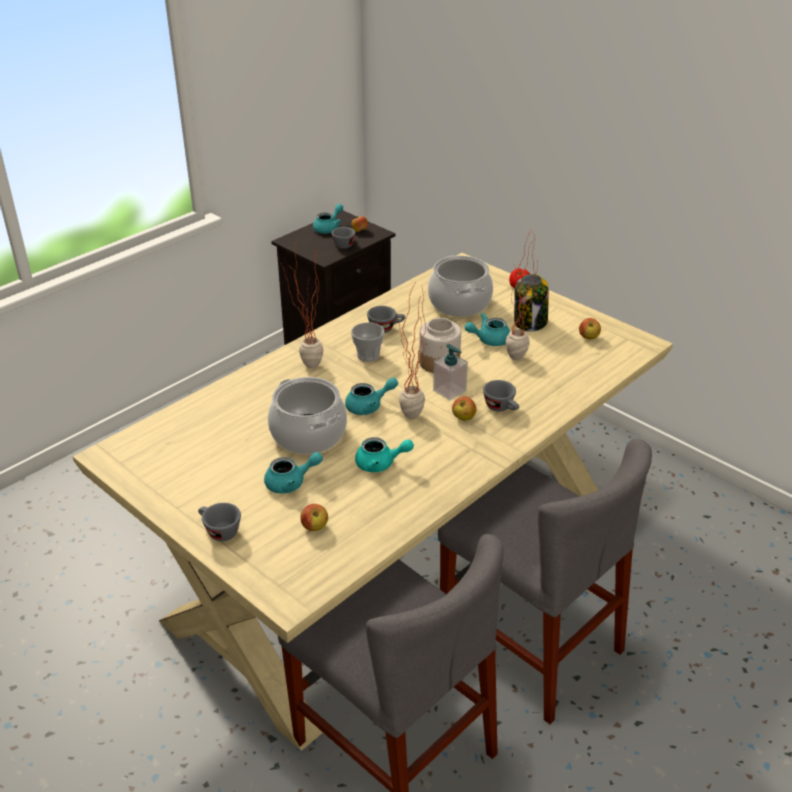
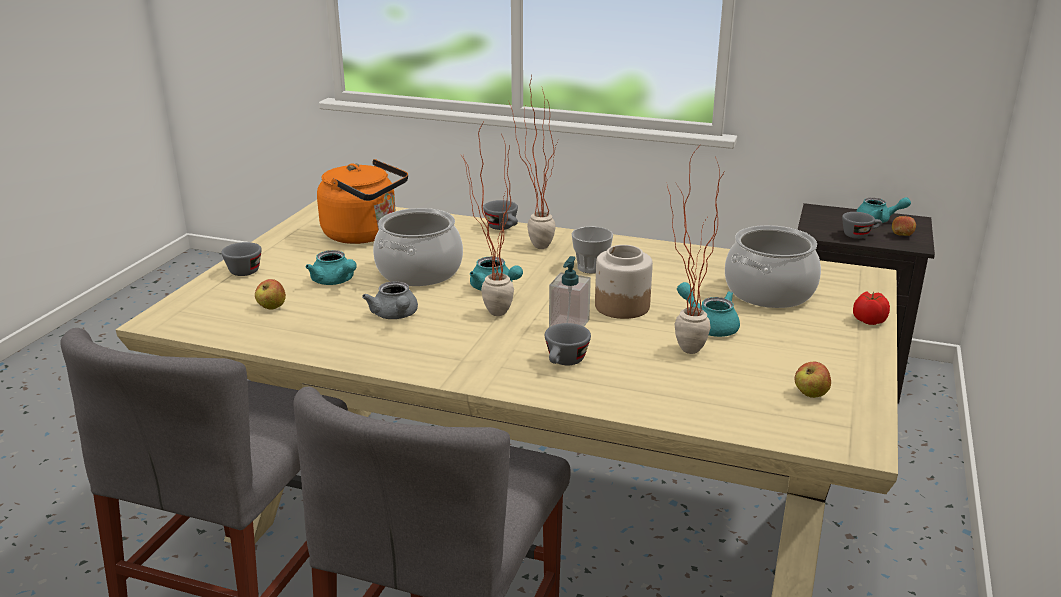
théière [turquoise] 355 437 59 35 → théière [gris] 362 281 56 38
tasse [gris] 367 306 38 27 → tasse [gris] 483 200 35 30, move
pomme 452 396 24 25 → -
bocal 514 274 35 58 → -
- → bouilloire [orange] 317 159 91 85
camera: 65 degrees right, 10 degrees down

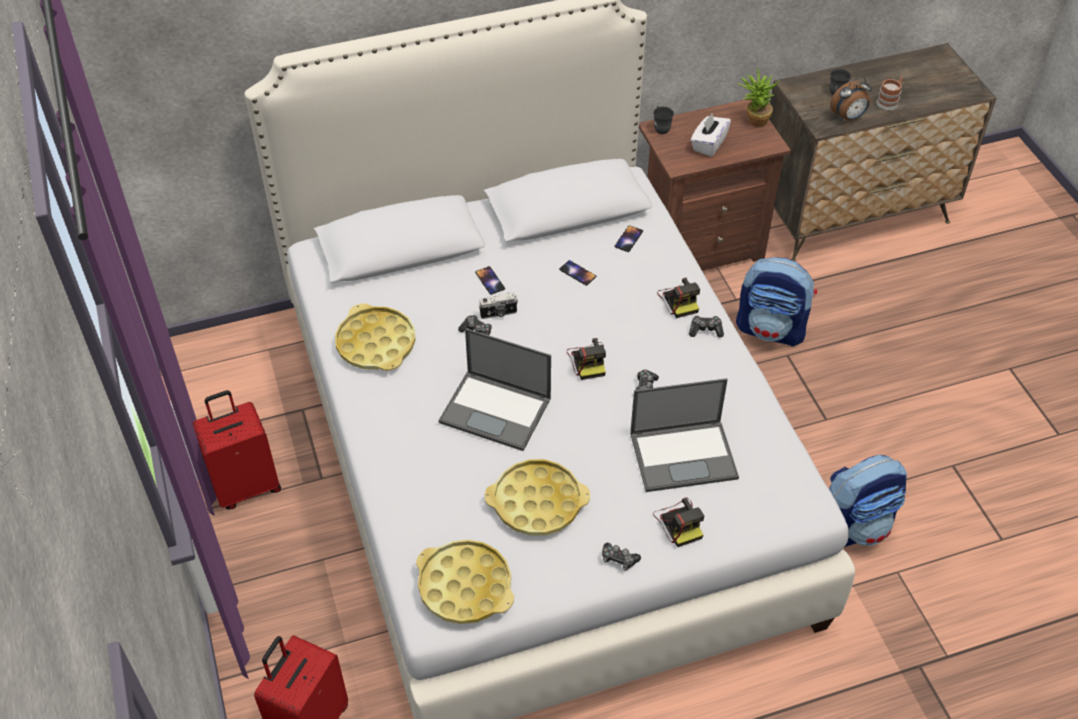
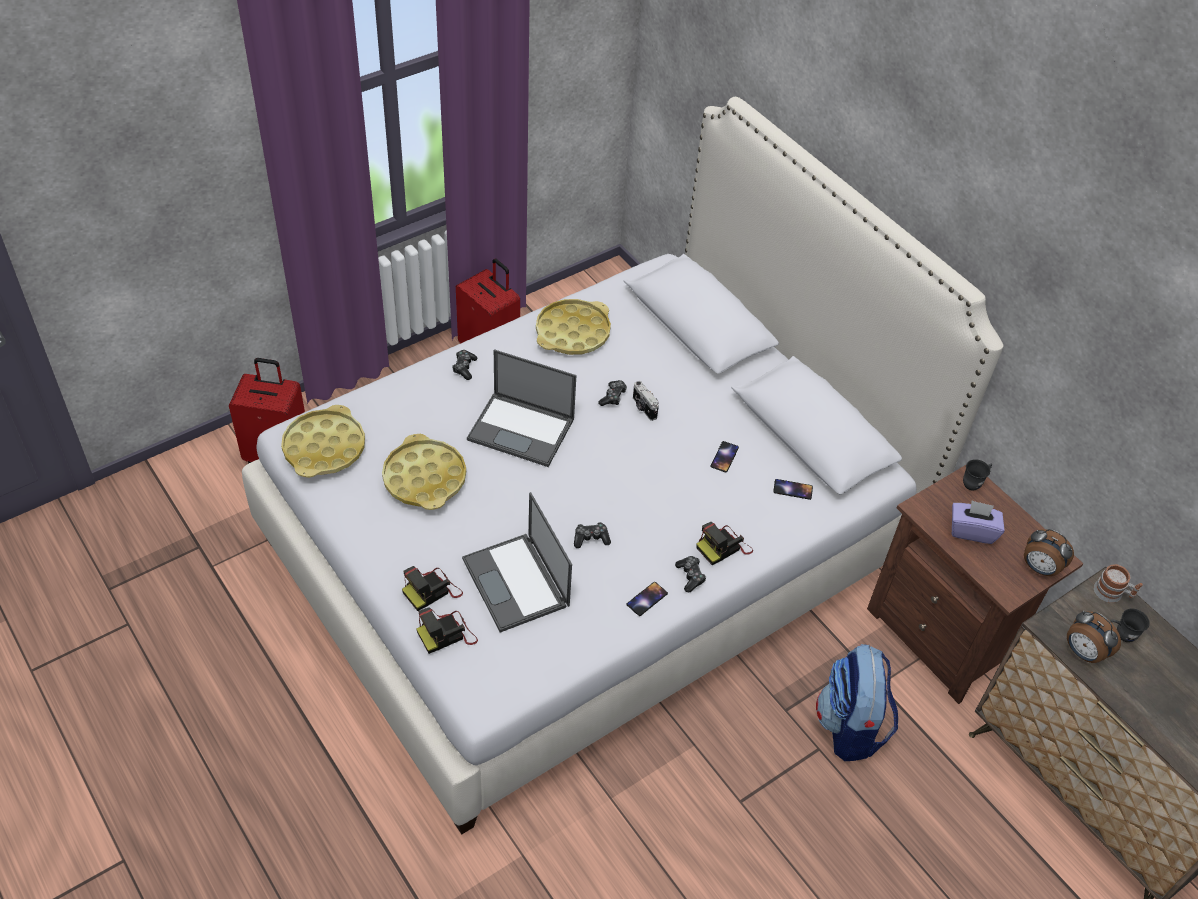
ordinateur portable 439 328 112 123 → ordinateur portable 467 349 109 118, 75 degrees counterclockwise
téléphone 475 266 30 29 → téléphone 626 582 42 34, move
appareil photo 567 338 39 42 → appareil photo 417 607 61 47, move
manette 602 543 39 28 → manette 452 350 25 30, move
boîte à mouchoirs [blanc] 691 112 40 45 → boîte à mouchoirs [violet] 952 500 53 44
plante en pot 737 67 43 60 → réveil 1024 529 50 47
sac à dos 829 455 78 92 → -
mug 876 77 27 33 → mug 1094 564 49 39, move
camera: 70 degrees right, 0 degrees up

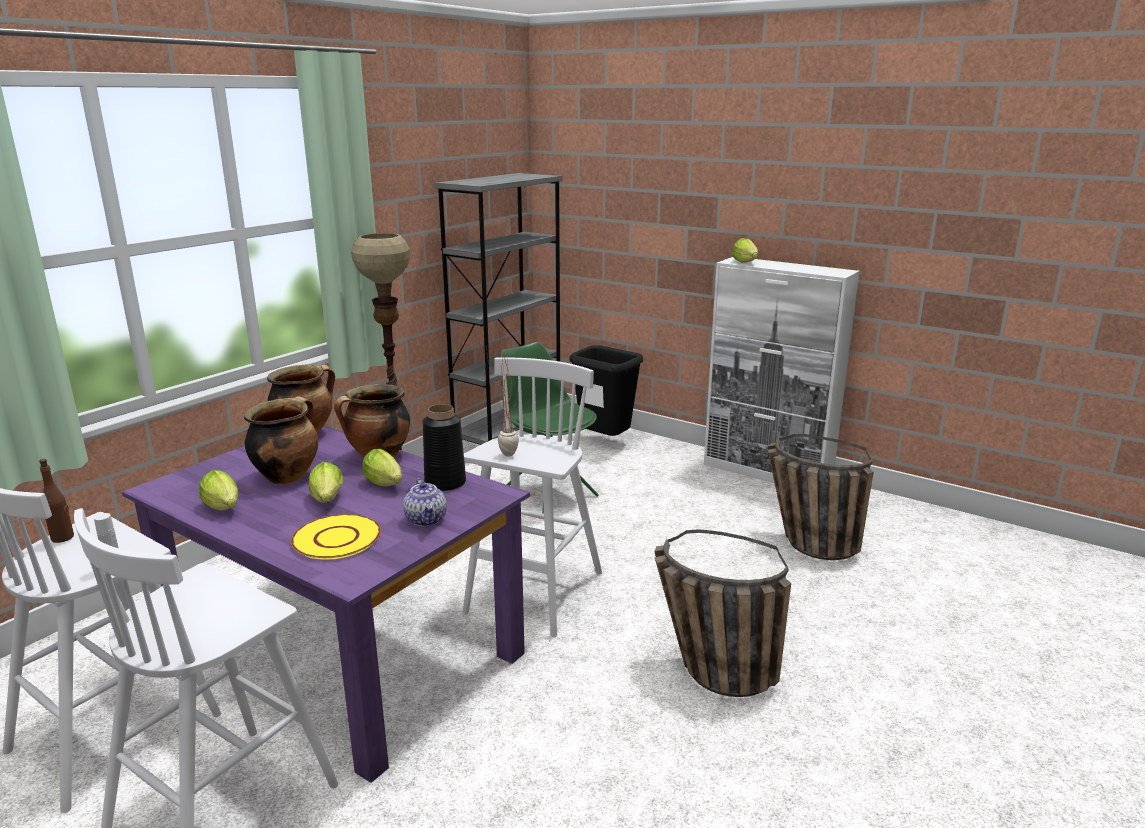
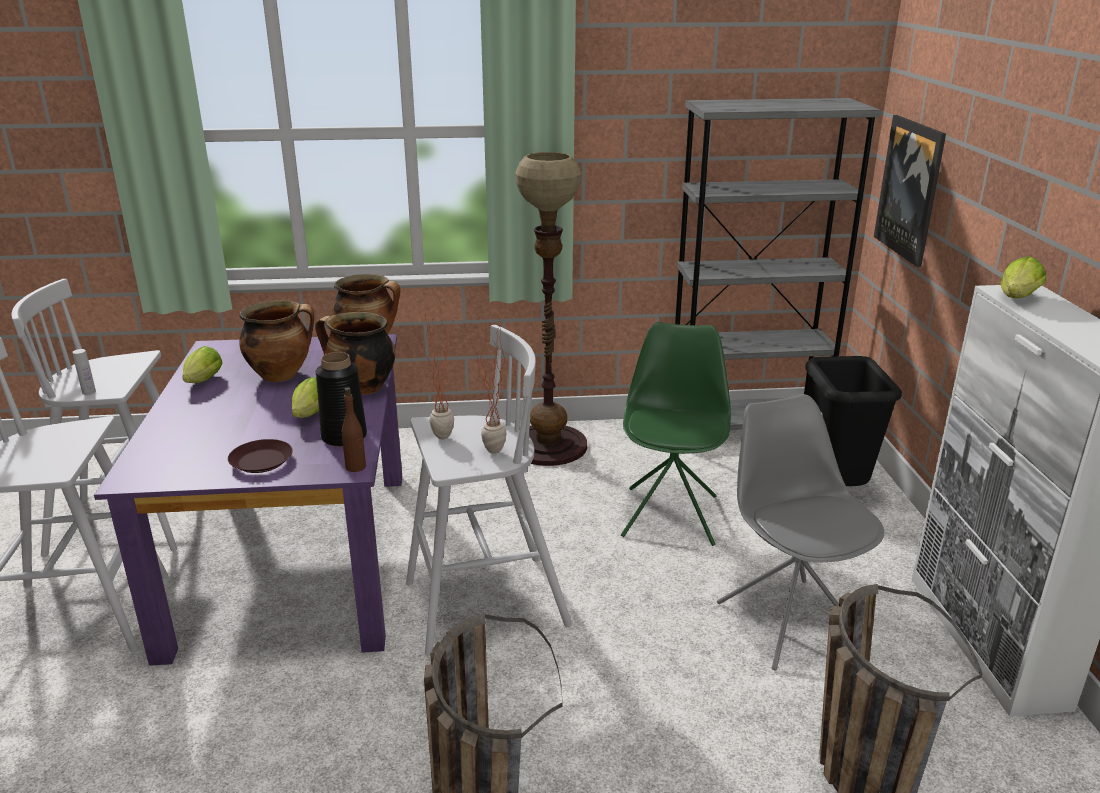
bouteille [marron] 39 459 35 84 → bouteille [marron] 342 387 24 85, move
assiette [jaune] 291 514 90 46 → -
laitue 309 462 35 41 → -
théière 403 478 44 49 → assiette [marron] 228 439 65 34
- → plante en pot 472 312 35 142
- → chaise [gris] 717 394 167 277
- → tableau 874 115 72 152
camera: 50 degrees right, 5 degrees up

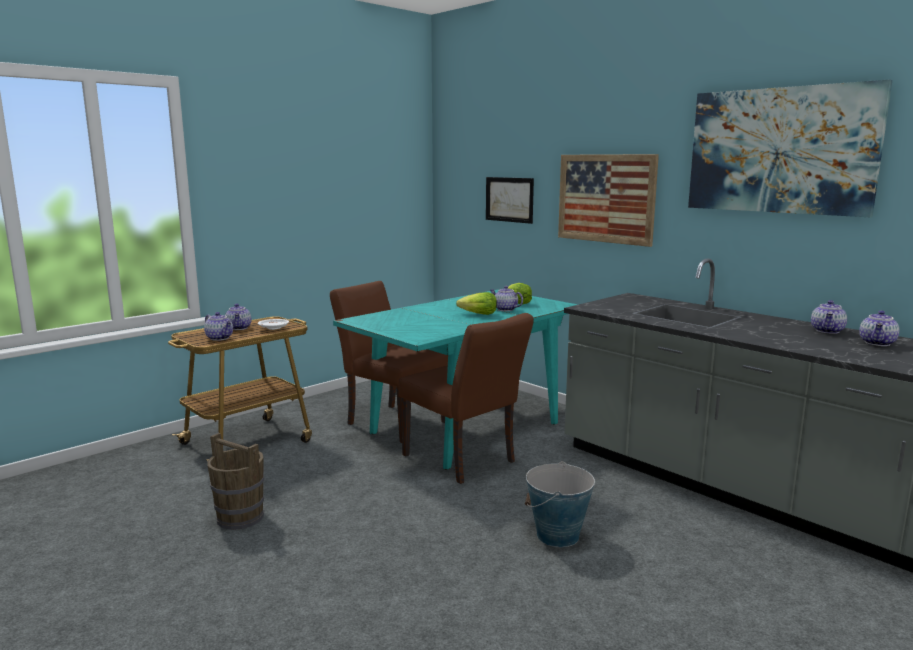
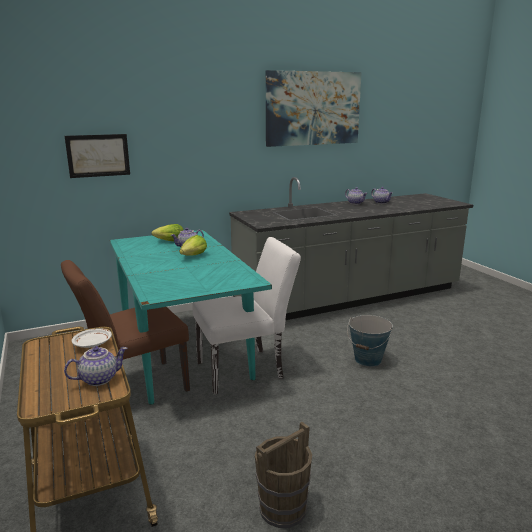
théière 225 304 26 26 → -
chaise [marron] 398 313 136 171 → chaise [blanc] 192 237 109 157
tableau 558 154 101 93 → -
camera: 70 degrees left, 5 degrees up

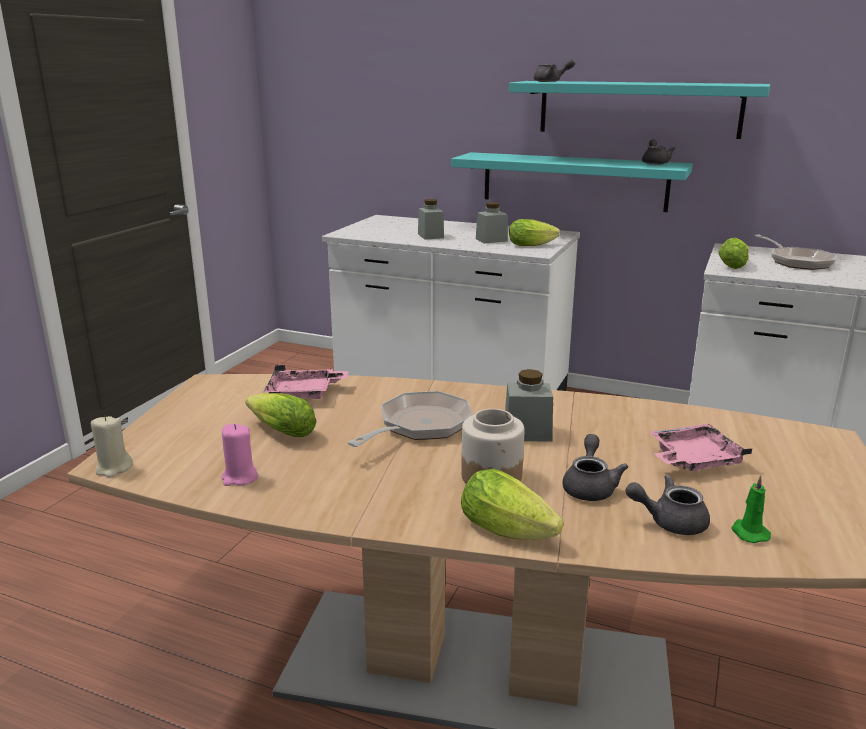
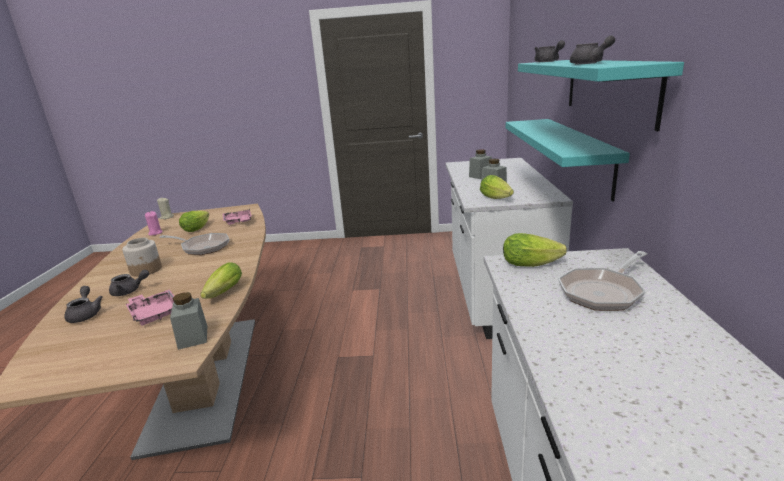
laitue 461 469 103 71 → laitue 200 262 42 37, move
bocal [gris] 505 369 48 73 → bocal [gris] 170 292 37 58, move
théière [gris] 642 139 34 26 → théière [gris] 570 35 45 29, move
bougie [vert] 731 475 40 68 → -
camera: 70 degrees right, 0 degrees up

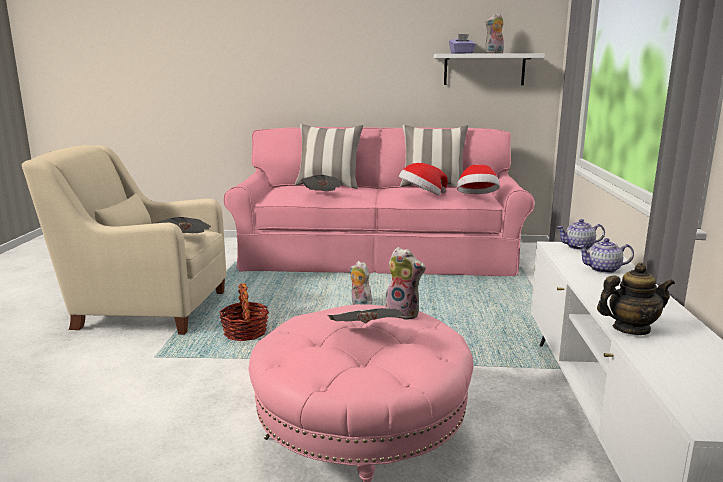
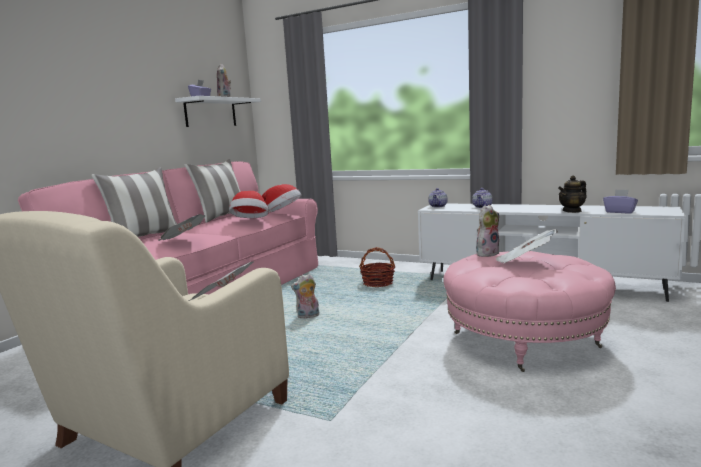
panier 219 283 50 58 → panier 359 247 36 40, move
théière 597 263 78 72 → théière 558 175 29 38, 135 degrees counterclockwise
- → boîte à mouchoirs [violet] 603 189 35 25
camera: 65 degrees left, 5 degrees down

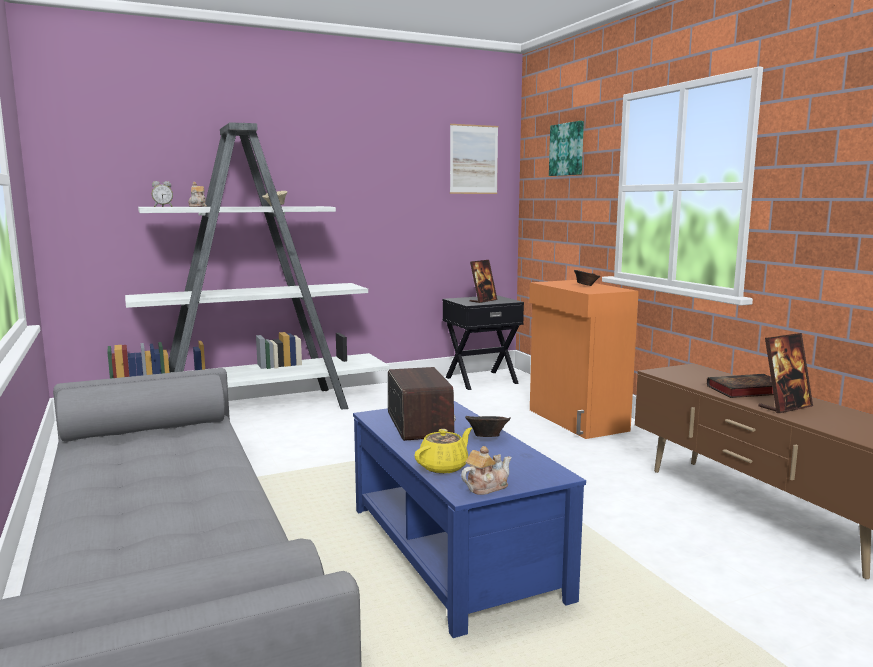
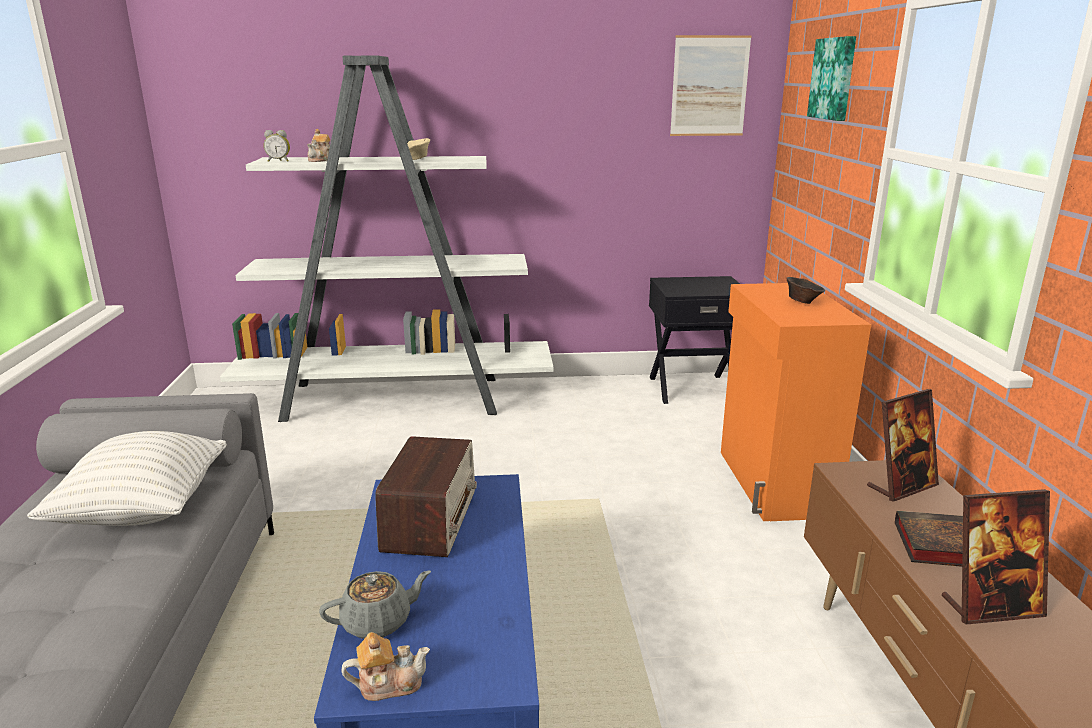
théière [jaune] 415 428 57 46 → théière [gris] 319 570 112 69
bol [marron] 465 416 46 21 → -
cadre photo 470 260 27 43 → cadre photo 867 389 72 113, move
- → coussin [blanc] 27 431 200 95
camera: 20 degrees right, 10 degrees up

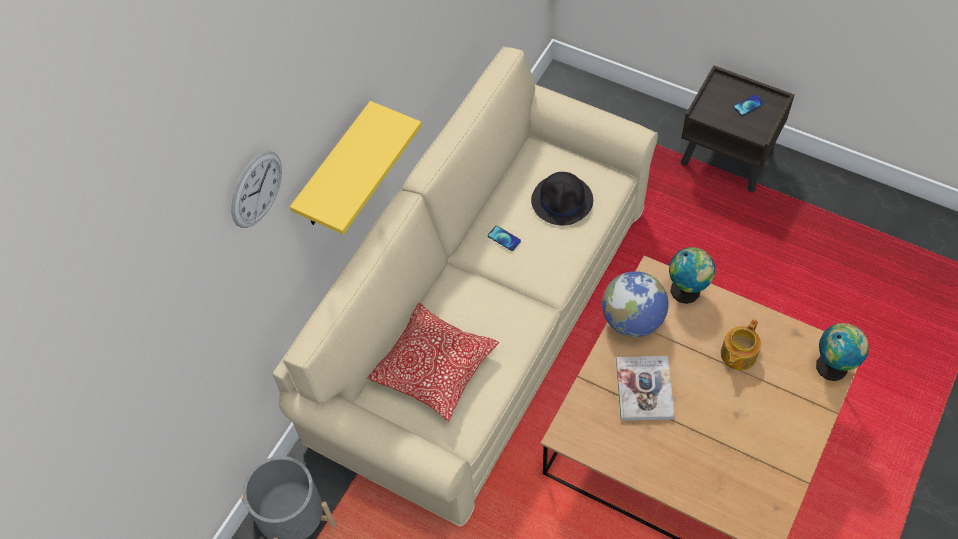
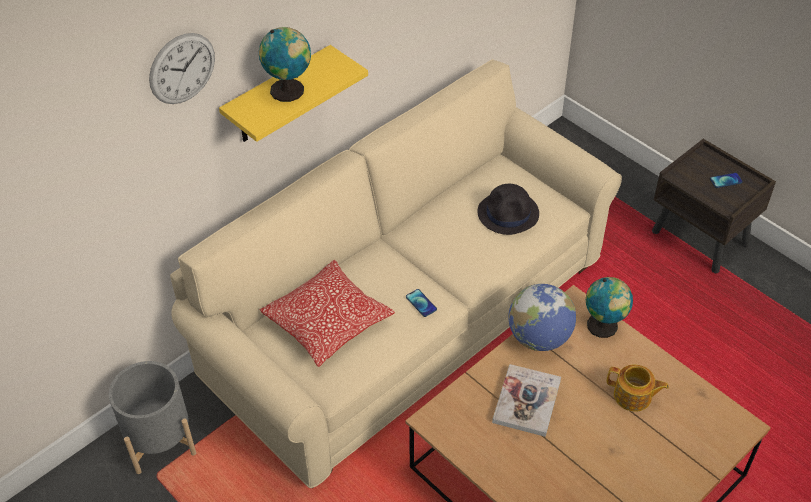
téléphone 488 226 33 25 → téléphone 406 289 31 28, move
théière 721 319 40 51 → théière 607 364 62 48, 120 degrees counterclockwise
globe 816 323 53 58 → globe 259 27 52 75, move
camera: 15 degrees right, 10 degrees down

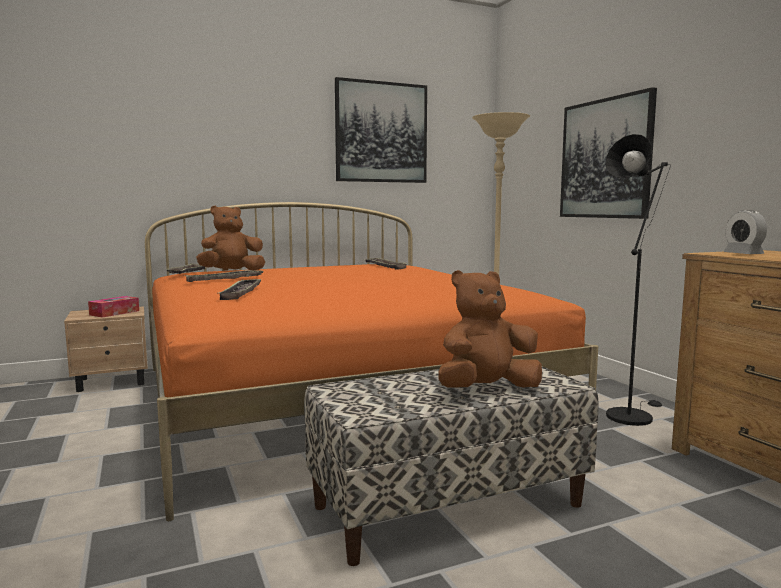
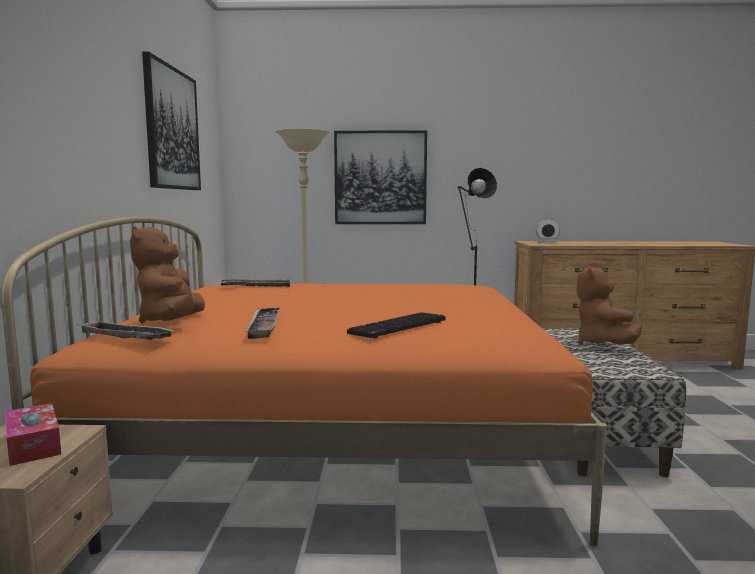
plateau 217 279 44 21 → clavier 347 312 99 27
camera: 65 degrees left, 0 degrees up

